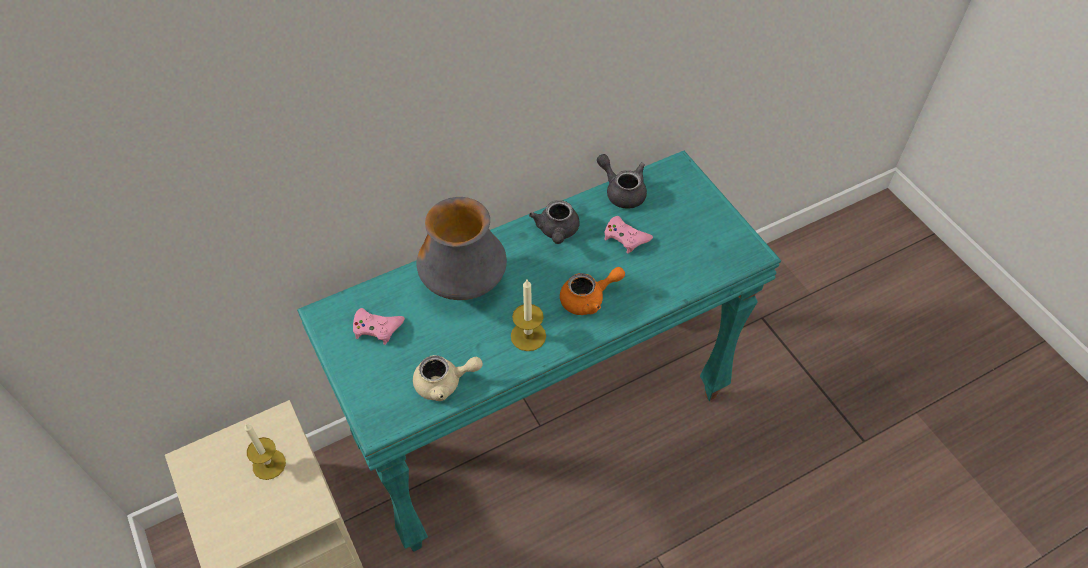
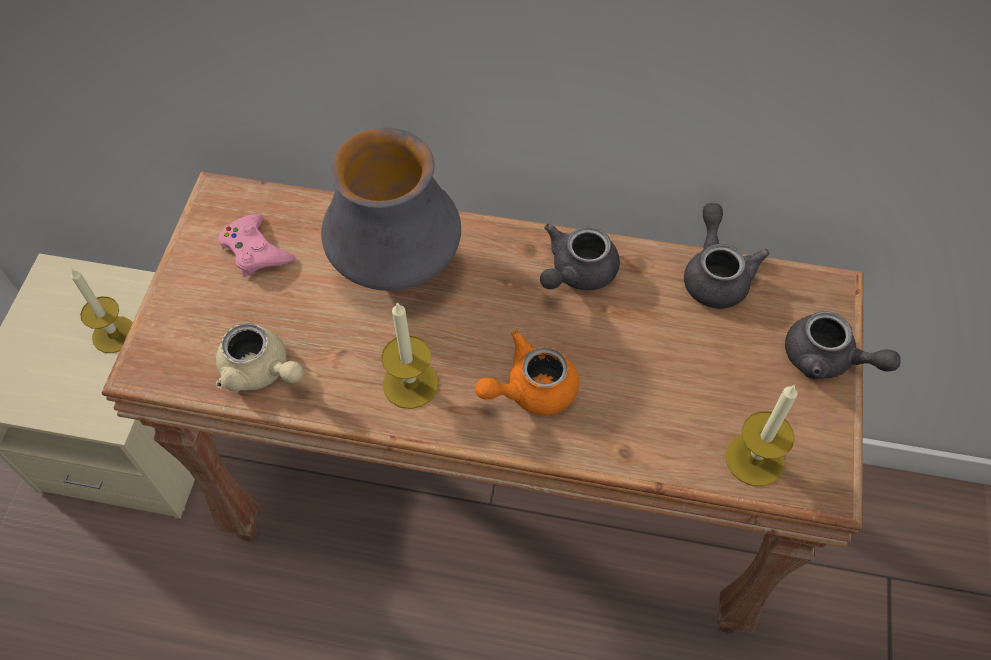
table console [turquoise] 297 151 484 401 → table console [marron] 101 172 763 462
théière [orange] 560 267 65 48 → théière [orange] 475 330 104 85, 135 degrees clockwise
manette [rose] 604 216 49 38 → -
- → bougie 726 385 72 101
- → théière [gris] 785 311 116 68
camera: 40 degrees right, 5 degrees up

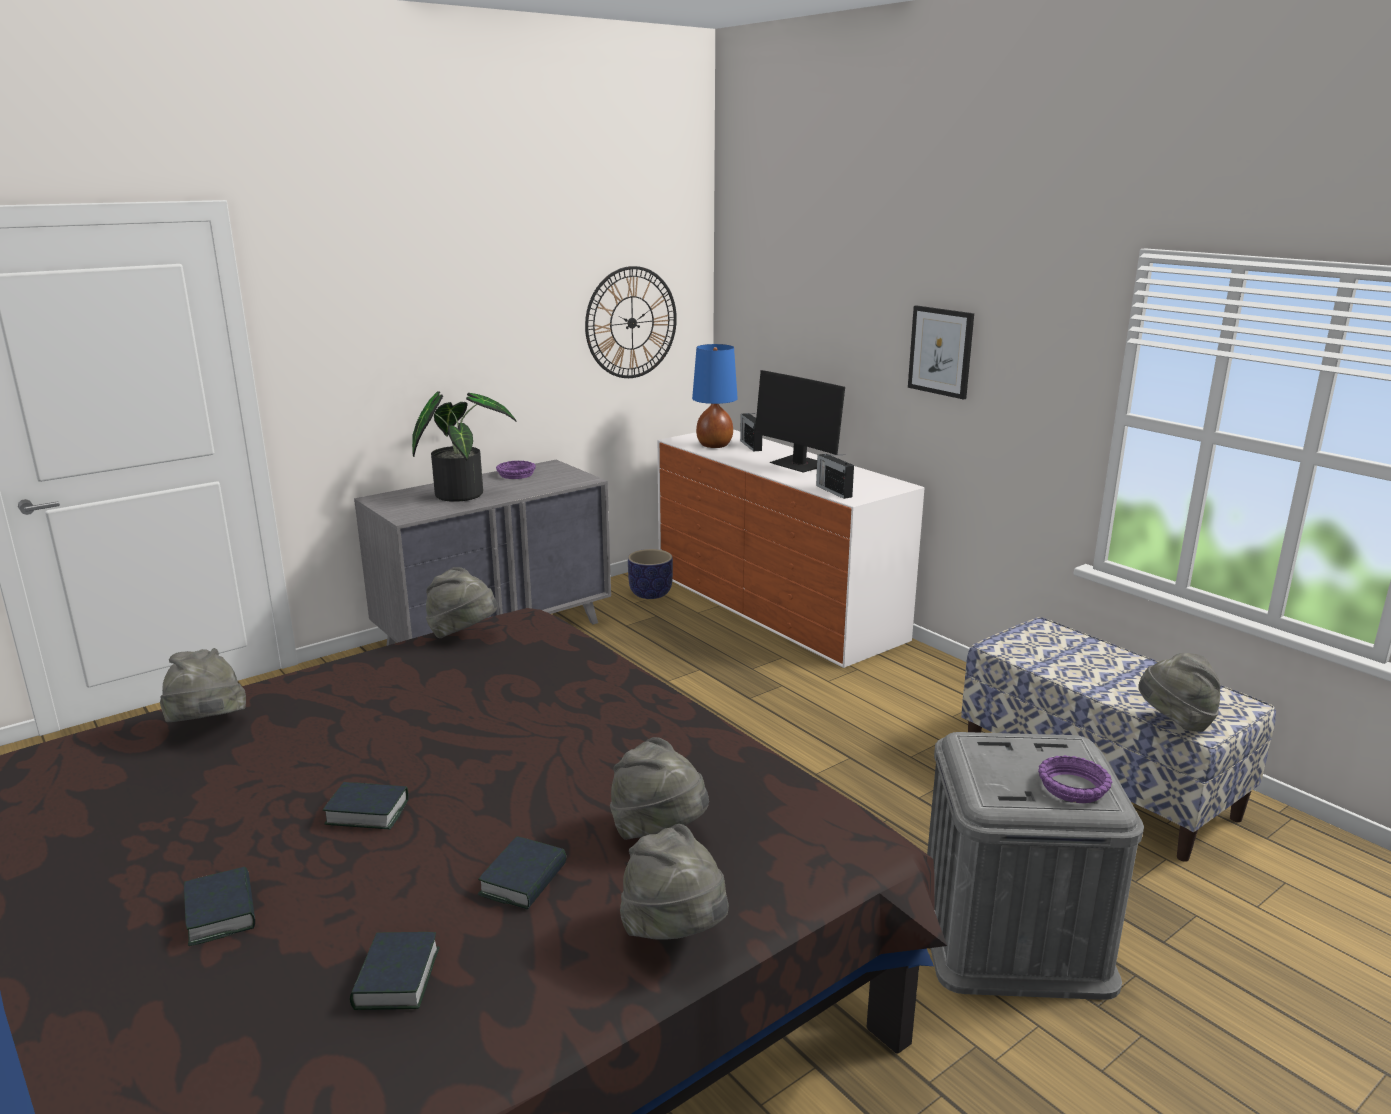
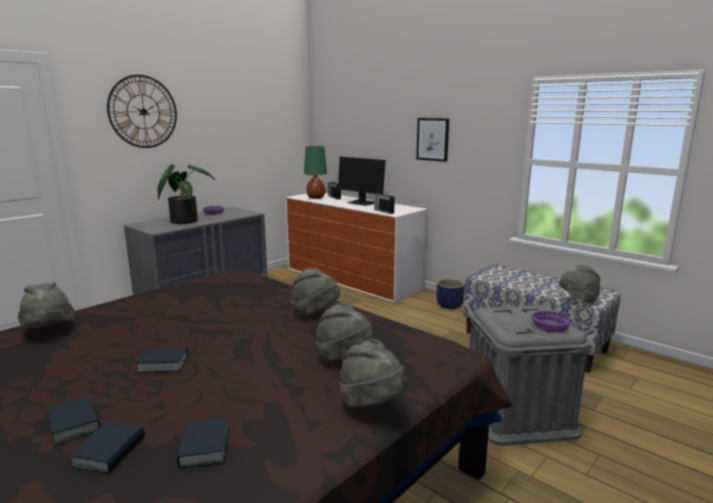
chapeau [gris] 426 567 72 71 → chapeau [gris] 291 268 49 48, move
livre 478 836 88 74 → livre 69 421 76 53, move
horloge murale 585 266 92 112 → horloge murale 107 75 70 73, move
cache-pot 628 549 45 50 → cache-pot 436 279 29 30, move
lampe de table [bleu] 692 344 46 104 → lampe de table [vert] 304 146 23 53
camera: 10 degrees left, 5 degrees down

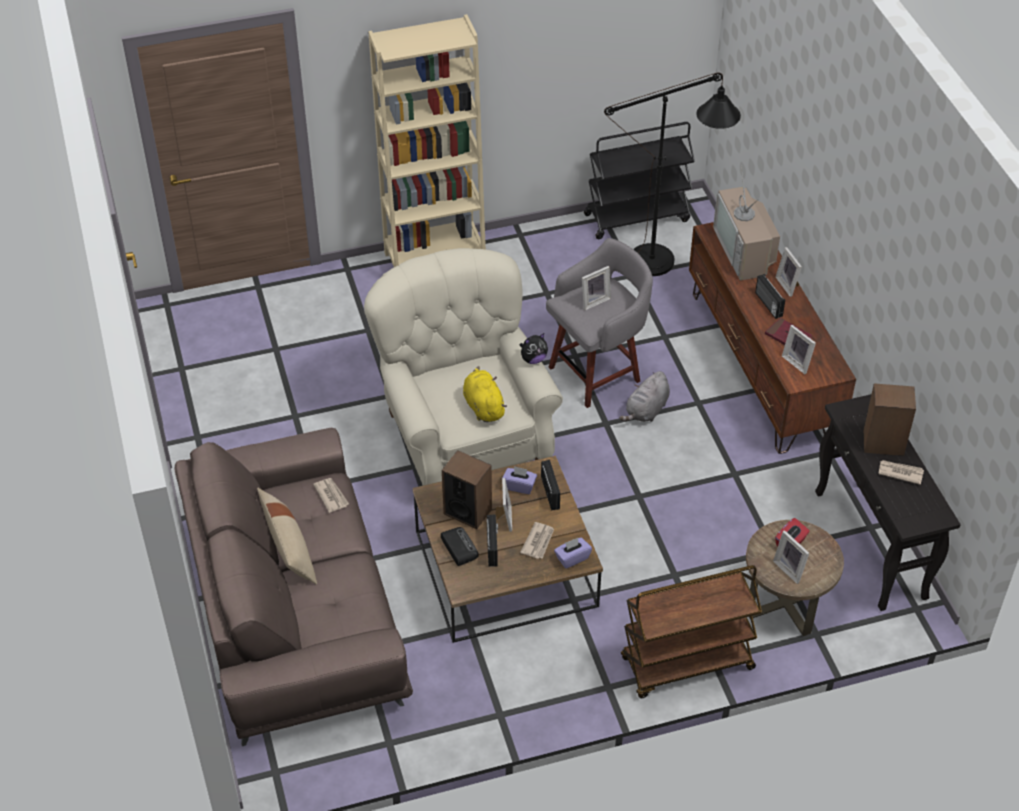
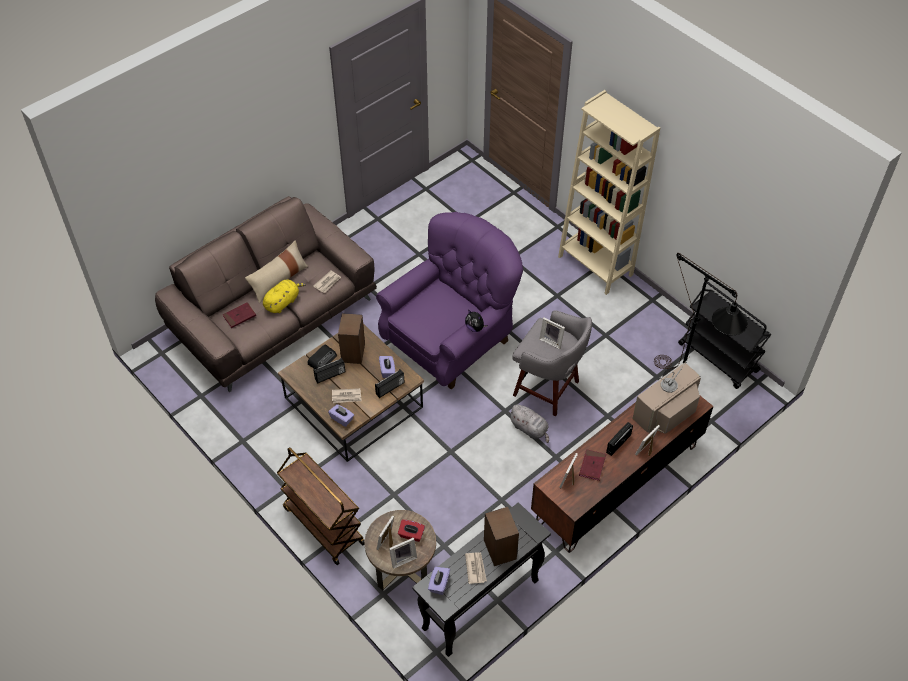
fauteuil [beige] 364 248 199 237 → fauteuil [violet] 376 212 147 178
peluche [jaune] 463 366 44 56 → peluche [jaune] 263 279 43 34, move
cadre photo 496 478 16 54 → cadre photo 389 537 28 32, move
peluche [gris] 619 371 51 51 → peluche [gris] 509 404 40 39, 150 degrees counterclockwise
- → livre [rouge] 223 302 33 26
- → boîte à mouchoirs [violet] 428 567 22 28
camera: 65 degrees right, 5 degrees up

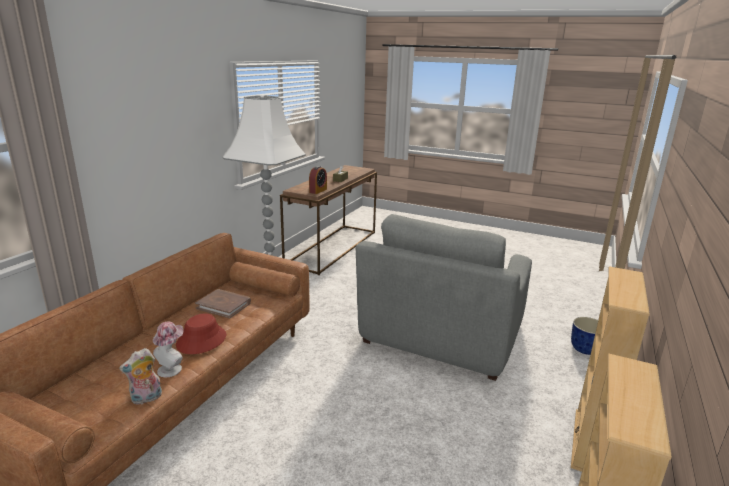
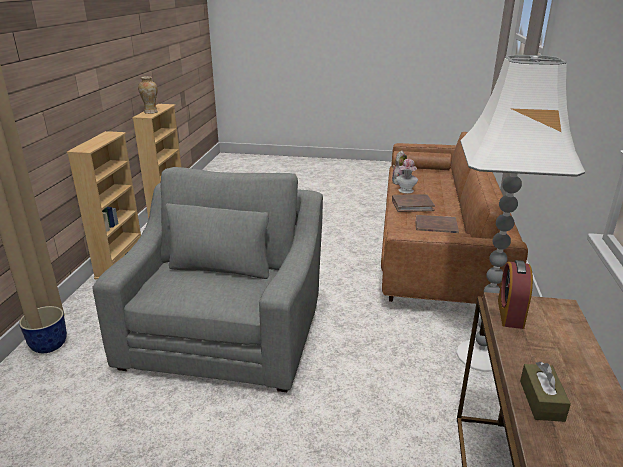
chapeau [rouge] 176 313 50 41 → livre [marron] 392 194 43 18
- → vase 138 76 20 38
camera: 165 degrees right, 5 degrees up

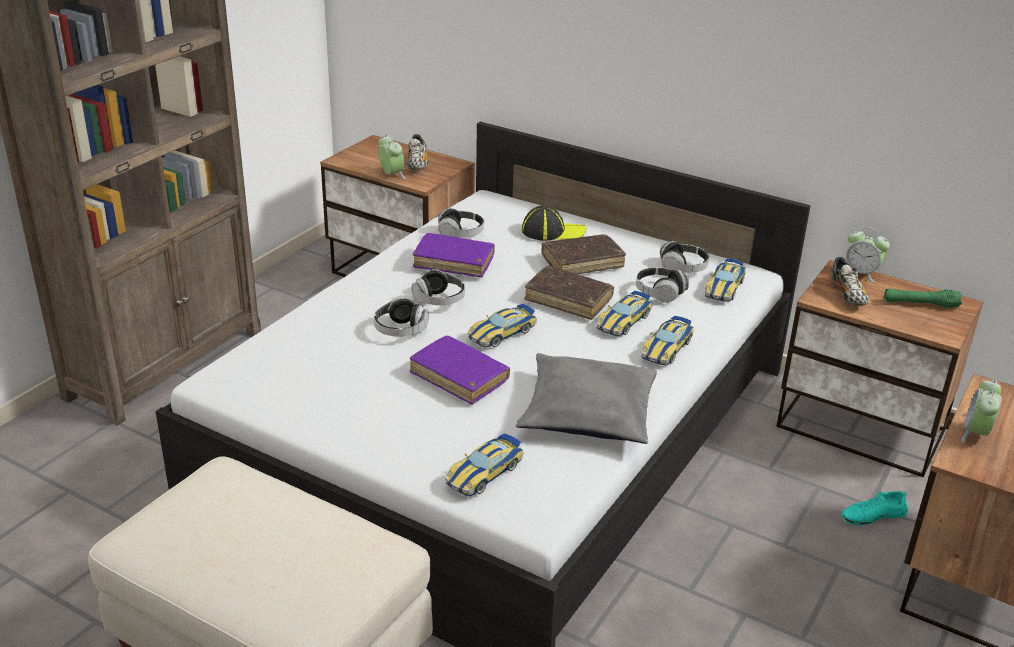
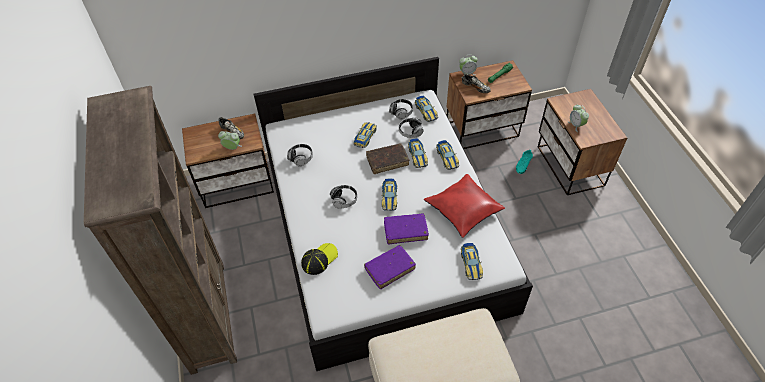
casque audio 374 297 55 40 → -
livre [violet] 413 233 82 45 → livre [violet] 364 245 52 44, move
coussin [gris] 516 353 141 91 → coussin [rouge] 424 174 81 64
casquette 522 205 65 36 → casquette 301 243 37 32, move
livre [marron] 541 234 85 40 → petite voiture 353 122 24 26
camera: 45 degrees left, 20 degrees up

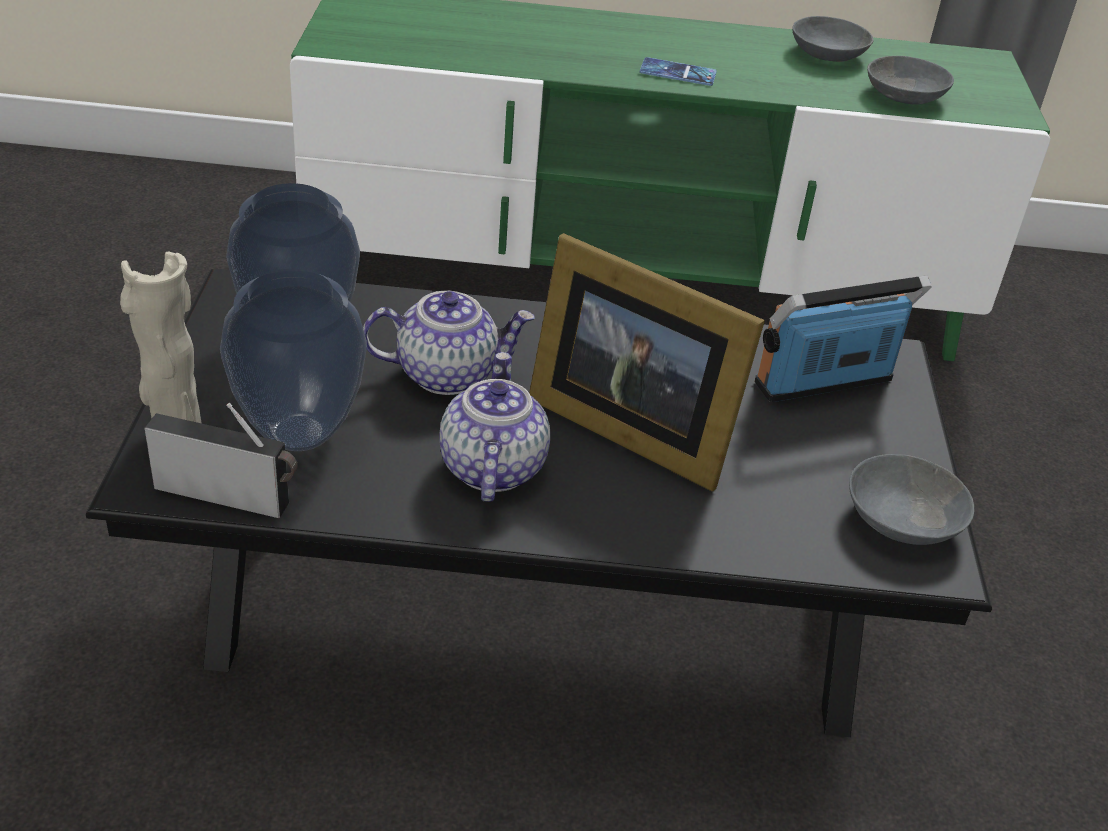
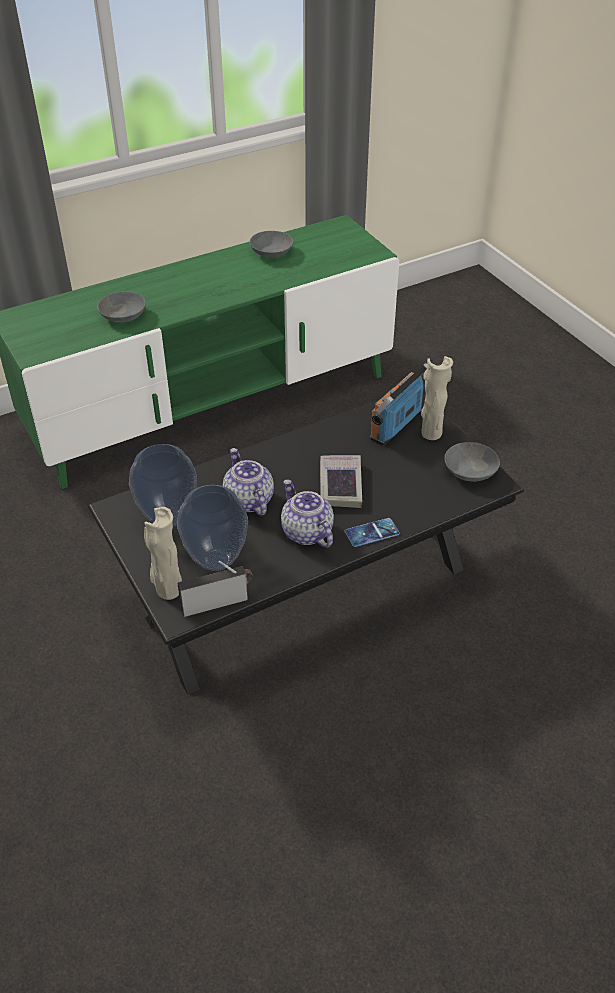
théière 363 291 172 104 → théière 223 448 51 68, 75 degrees counterclockwise
cadre photo 529 233 236 259 → livre 320 455 42 53
téléphone 640 57 77 29 → téléphone 345 518 55 29, move
bol [gris] 867 56 87 49 → bol [gris] 97 291 49 32, move
- → vase [beige] 421 356 32 84
camera: 30 degrees left, 5 degrees up

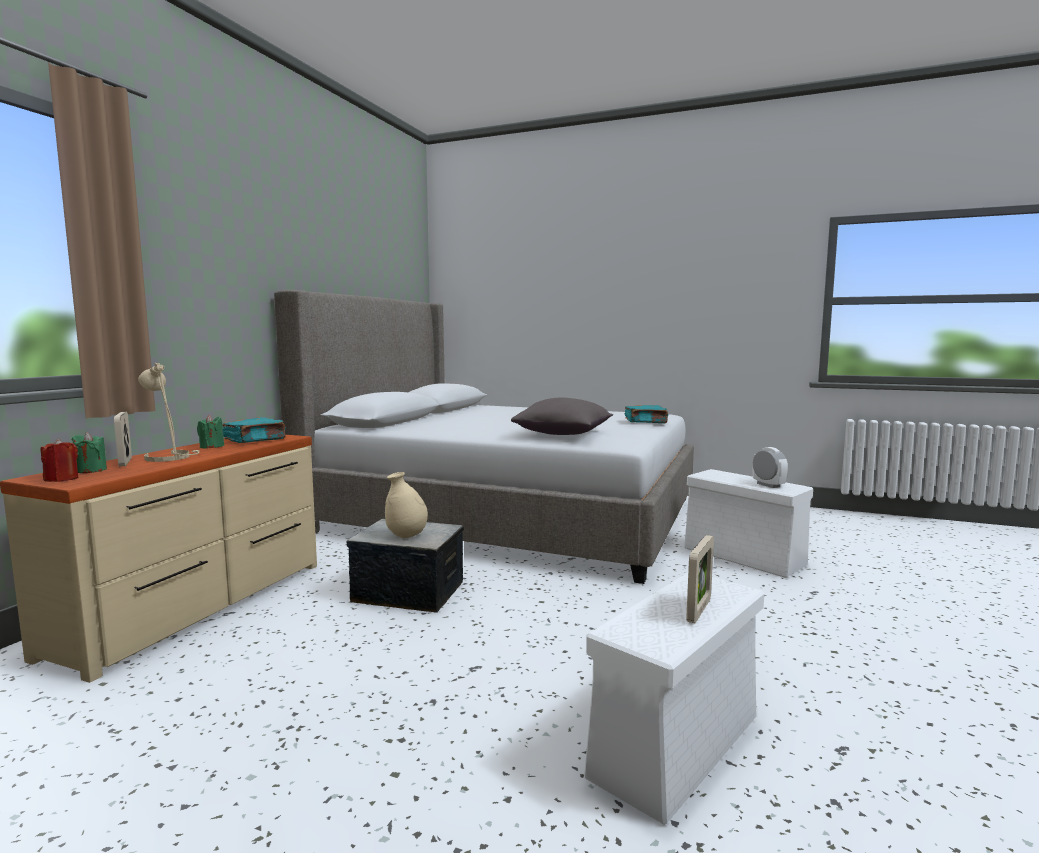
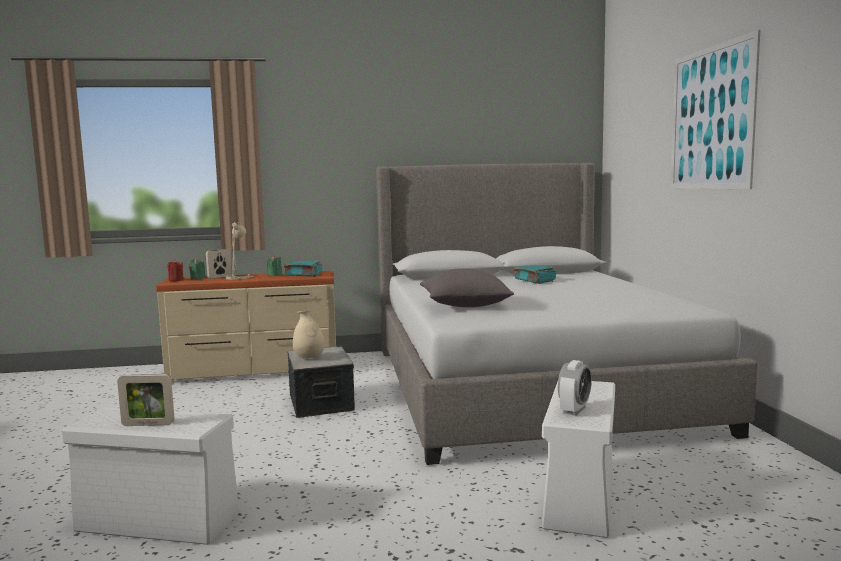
livre [turquoise] 625 405 43 18 → livre [turquoise] 513 265 43 19, move
- → tableau 670 30 91 159
camera: 60 degrees right, 0 degrees up

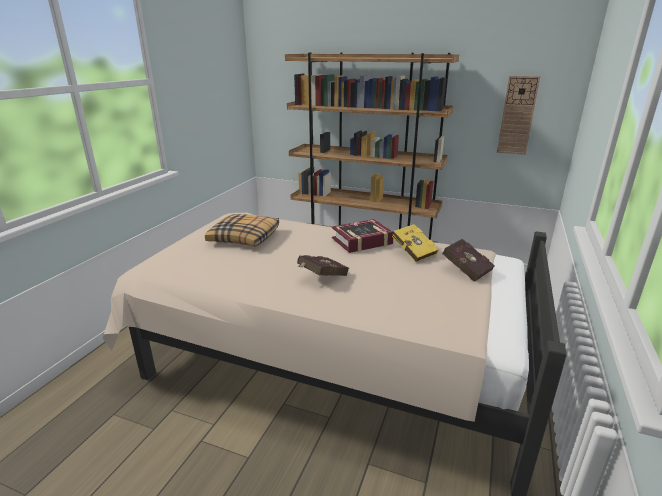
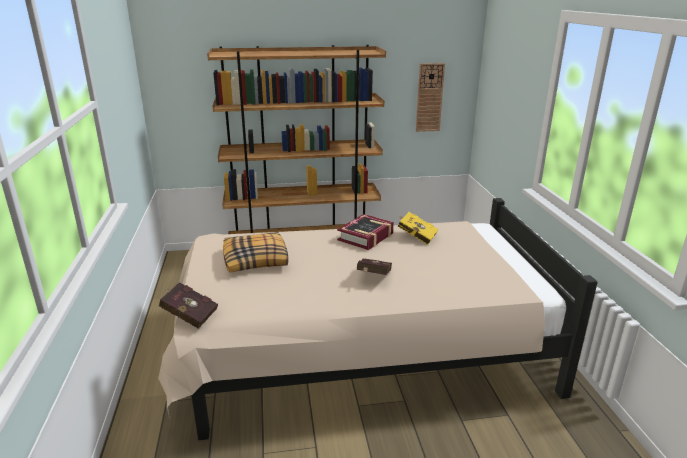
livre [rouge] 442 239 53 43 → livre [rouge] 159 282 59 47, move
camera: 30 degrees left, 0 degrees up

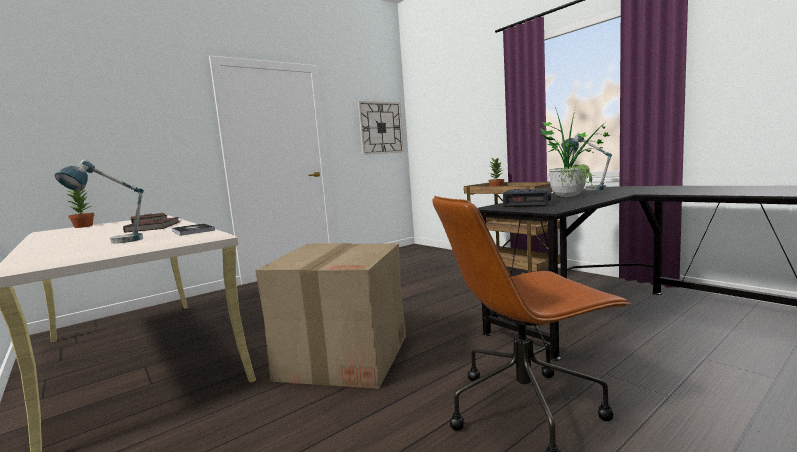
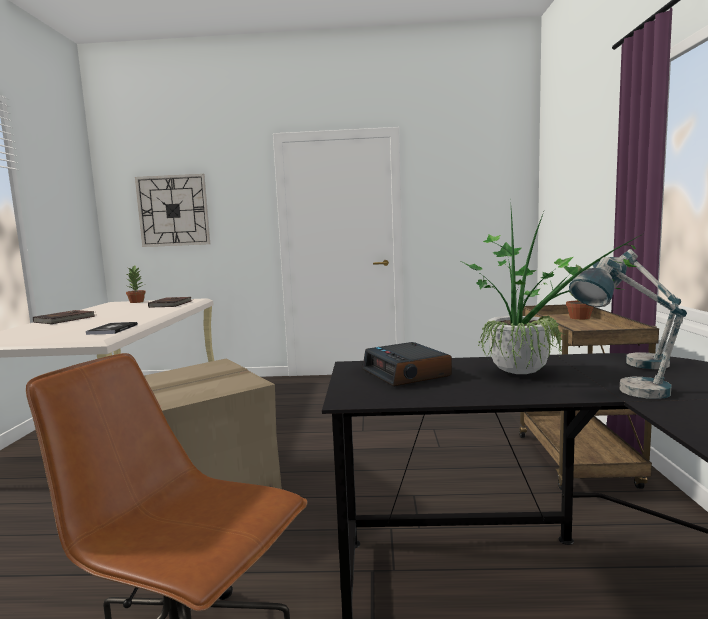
lampe de table 55 160 89 84 → lampe de table 569 257 118 142, move
livre [marron] 123 217 59 16 → livre [marron] 33 310 62 14, move
horloge murale 358 101 46 54 → horloge murale 135 174 75 73, move
camera: 40 degrees right, 0 degrees up

